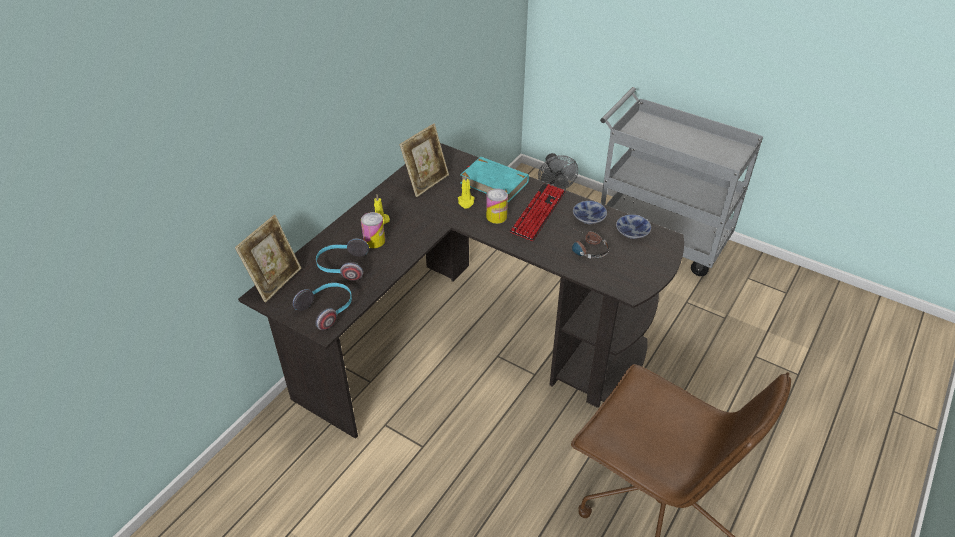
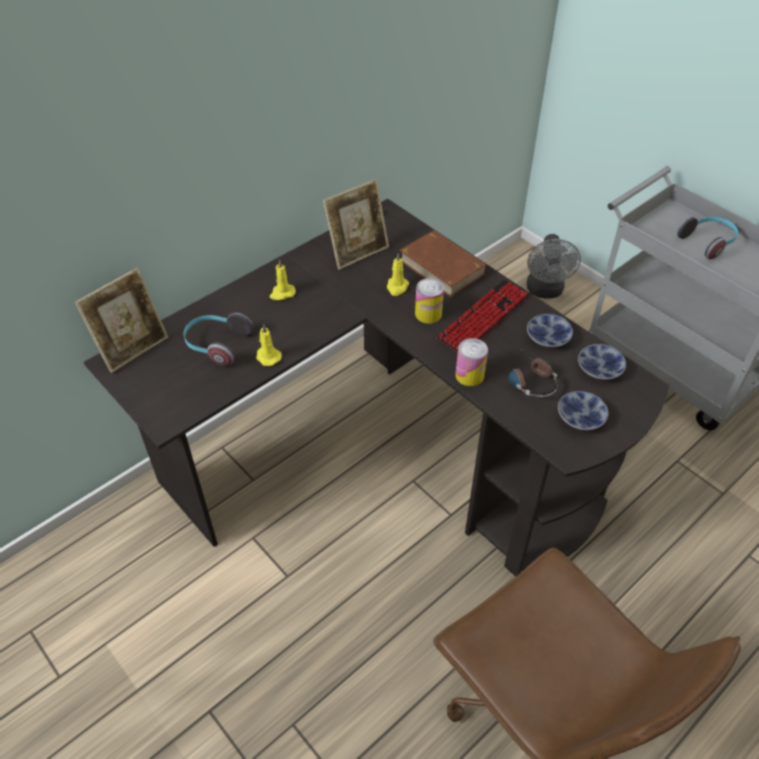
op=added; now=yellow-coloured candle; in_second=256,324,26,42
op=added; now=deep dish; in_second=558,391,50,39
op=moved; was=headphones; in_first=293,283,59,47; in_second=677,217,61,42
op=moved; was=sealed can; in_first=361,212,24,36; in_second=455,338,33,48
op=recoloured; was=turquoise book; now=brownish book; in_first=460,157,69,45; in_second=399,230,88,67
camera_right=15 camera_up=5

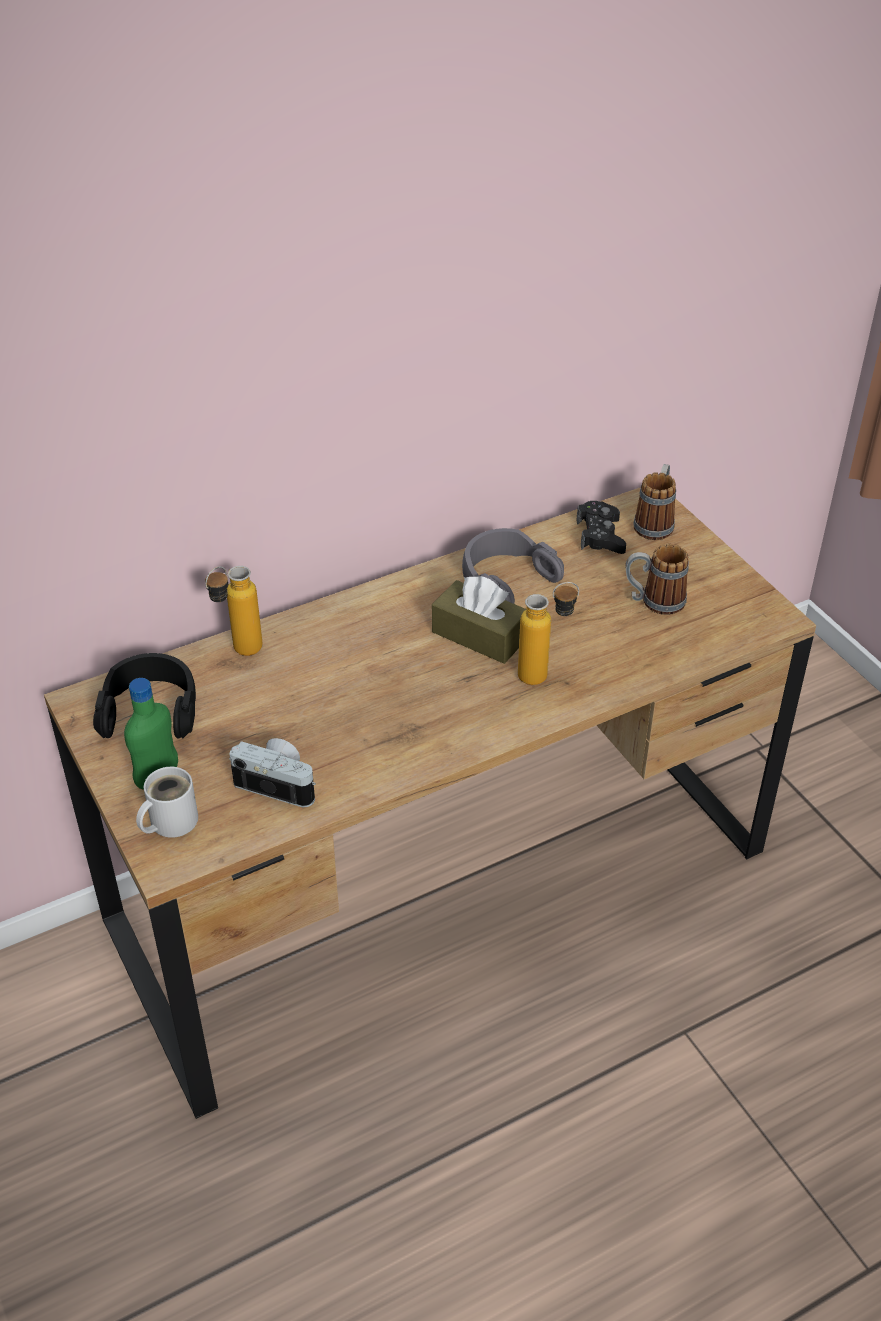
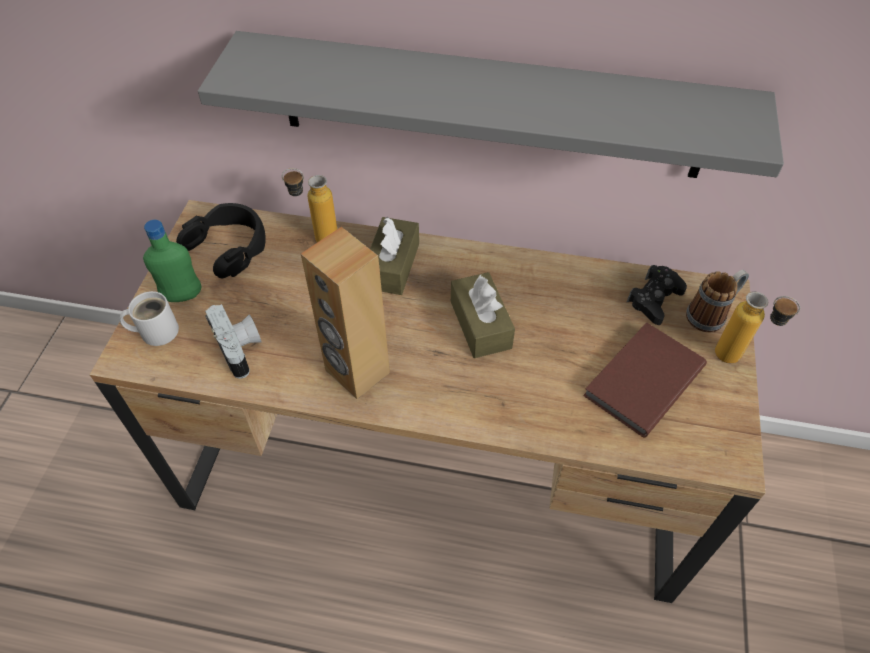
op=removed; was=greyish headphones; in_first=462,528,102,76
op=added; now=greyish shelf; in_second=198,31,586,147
op=added; now=brownish audio speaker; in_second=301,227,89,172
op=added; now=brownish tissue box; in_second=370,217,49,78
op=moved; was=bottle; in_first=518,582,61,103; in_second=715,292,85,71
op=replaced; was=coffee mug; now=brownish book; in_first=625,544,64,71; in_second=583,322,124,115
camera_right=40 camera_up=10

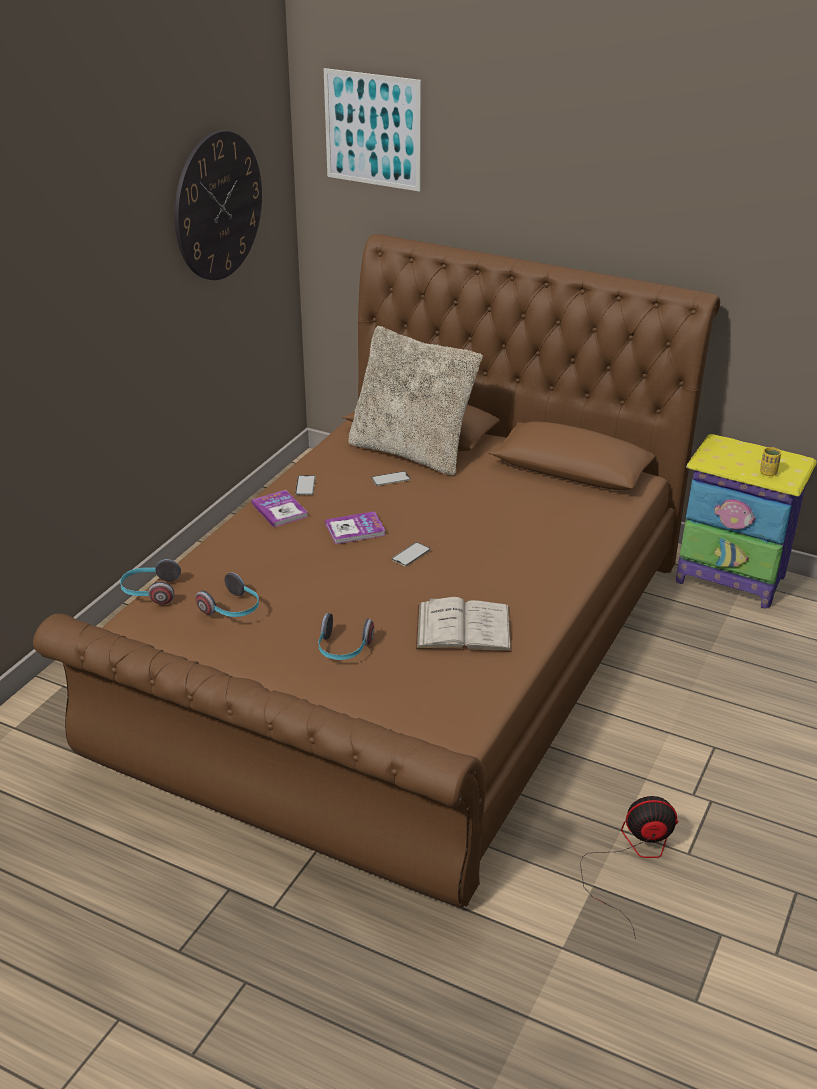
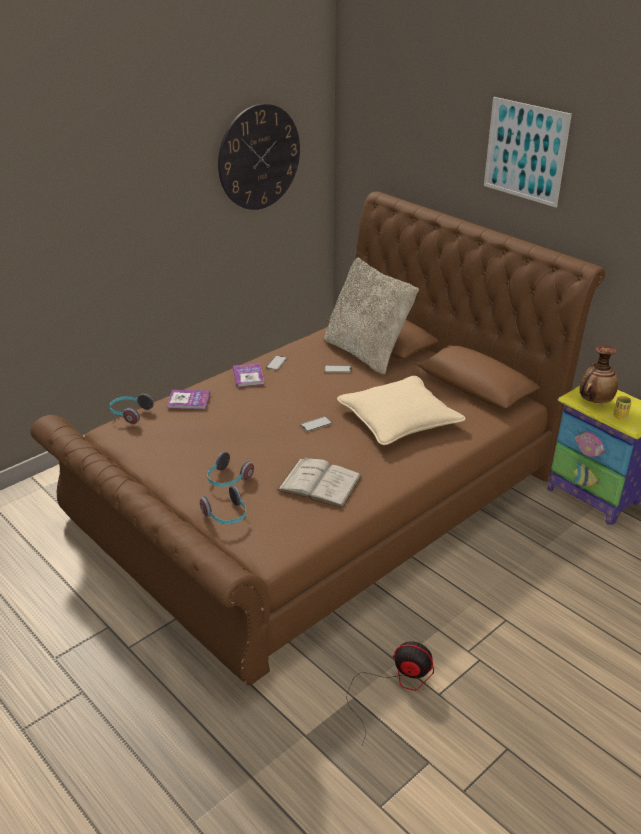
op=added; now=sand-coloured throw pillow; in_second=337,376,128,69
op=added; now=vase; in_second=579,345,39,58
op=moved; was=headphones; in_first=195,572,64,45; in_second=200,486,46,38
op=moved; was=wall picture; in_first=324,68,97,124; in_second=484,97,88,110
op=moved; was=book; in_first=325,511,61,33; in_second=167,390,43,19
camera_right=20 camera_up=0

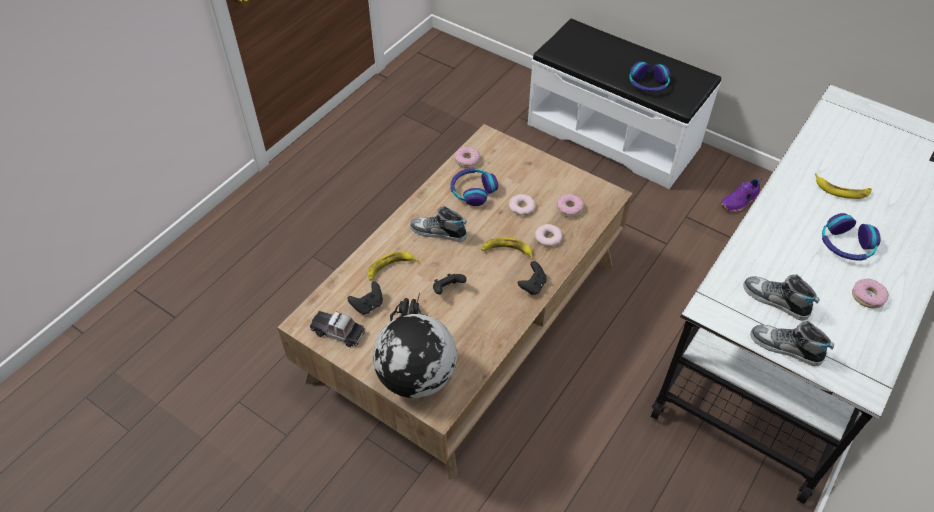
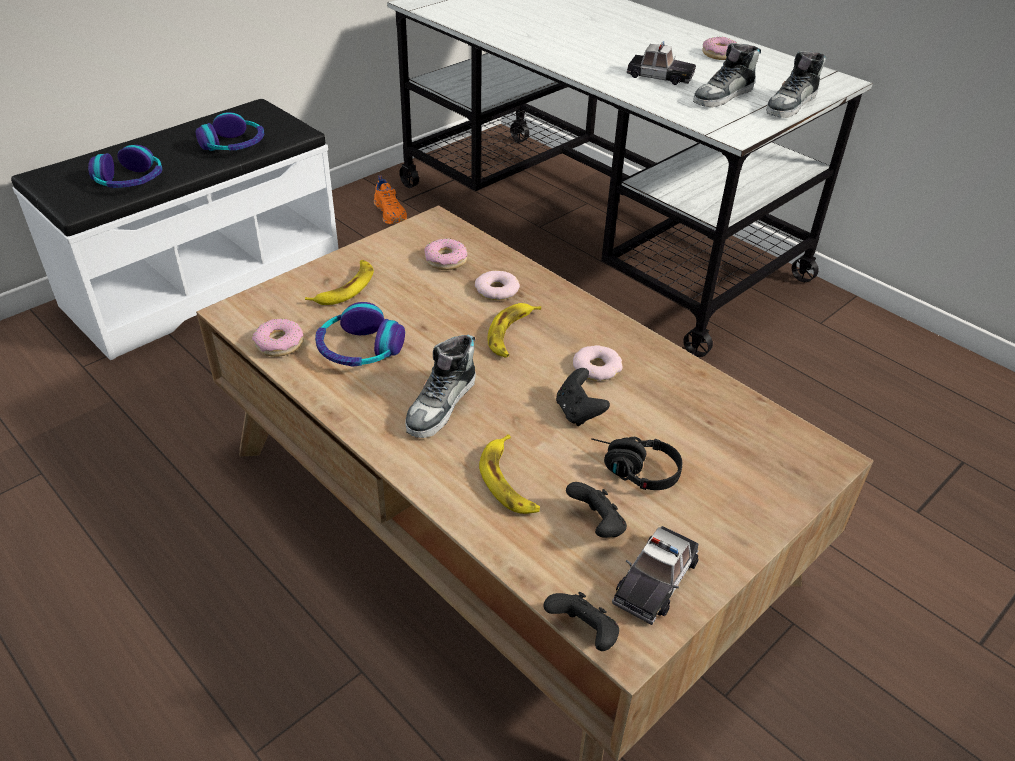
op=removed; was=world globe; in_first=373,314,84,84
op=added; now=model car; in_second=627,41,69,44
op=moved; was=donut; in_first=509,194,26,21; in_second=573,345,50,36
op=moved; was=blackish joypad; in_first=518,261,28,34; in_second=543,592,76,59
op=moved; was=banana; in_first=815,173,57,26; in_second=305,260,69,45
op=moved; was=headphones; in_first=822,213,59,48; in_second=88,145,75,43
op=recoloured; was=purplish shoe; now=orange shoe; in_first=720,177,42,35; in_second=374,175,34,49
camera_right=-80 camera_up=-10

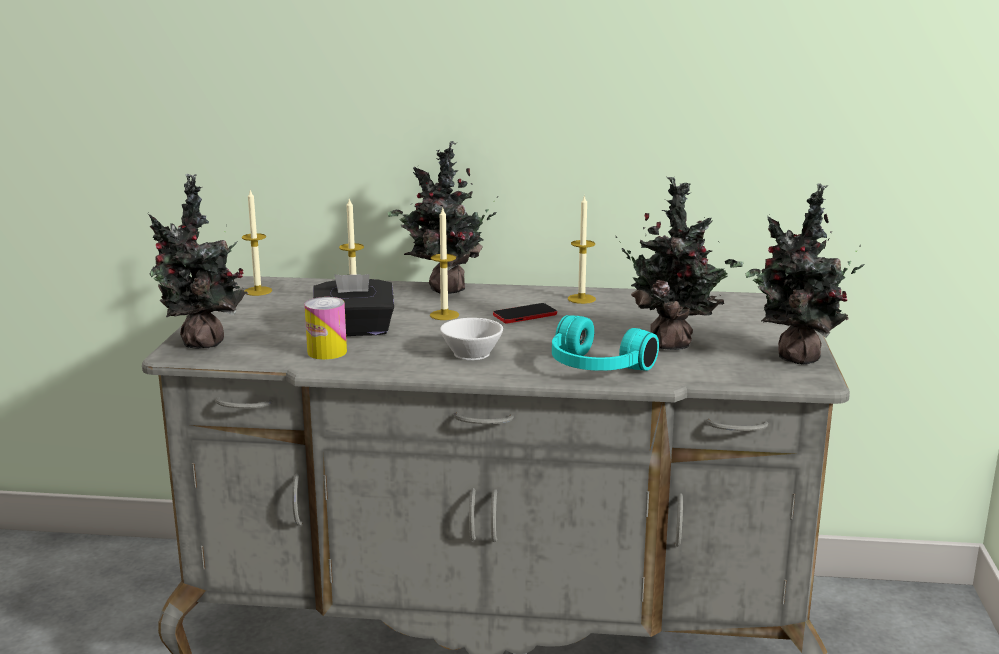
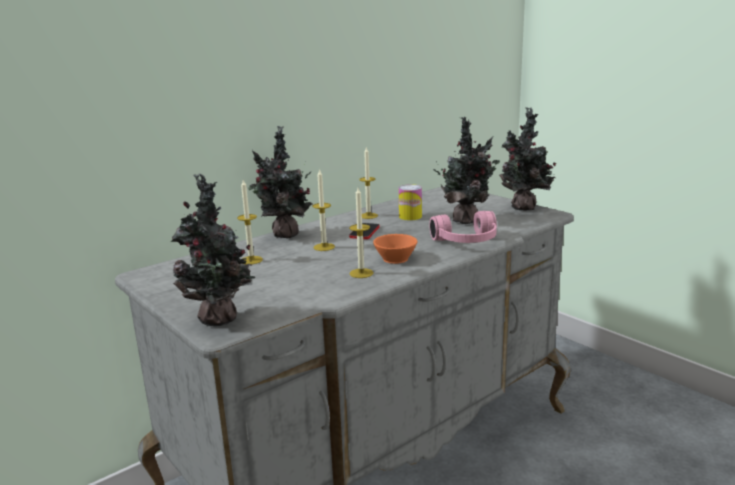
op=removed; was=blackish tissue box; in_first=313,274,81,62
op=moved; was=candle; in_first=242,190,30,106; in_second=349,188,24,90
op=moved; was=sealed can; in_first=304,297,43,63; in_second=399,184,23,36
op=recoloured; was=white-coloured drinking cup; now=orange drinking cup; in_first=440,318,63,42; in_second=373,234,44,30
op=recoloured; was=turquoise headphones; now=pink headphones; in_first=552,315,107,56; in_second=429,211,68,32
camera_right=-45 camera_up=0

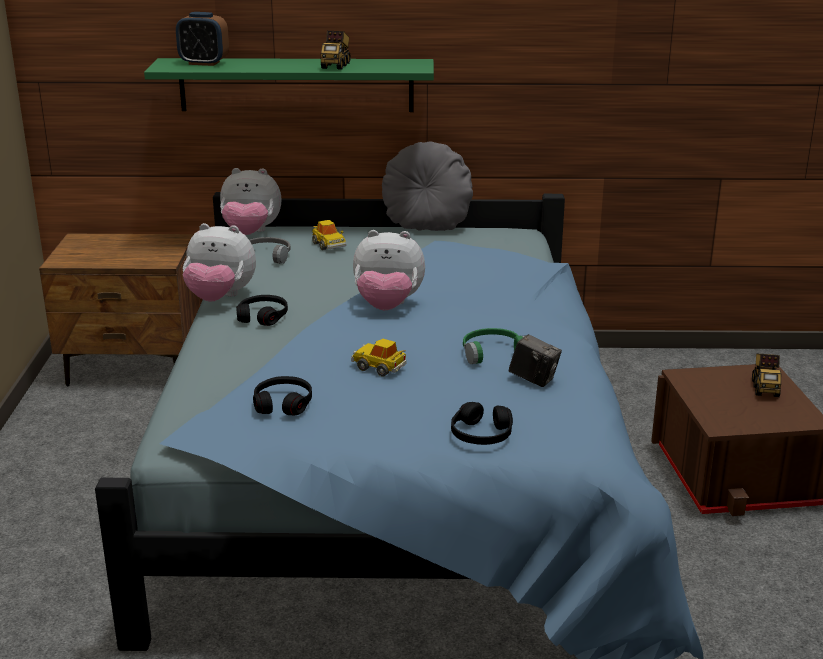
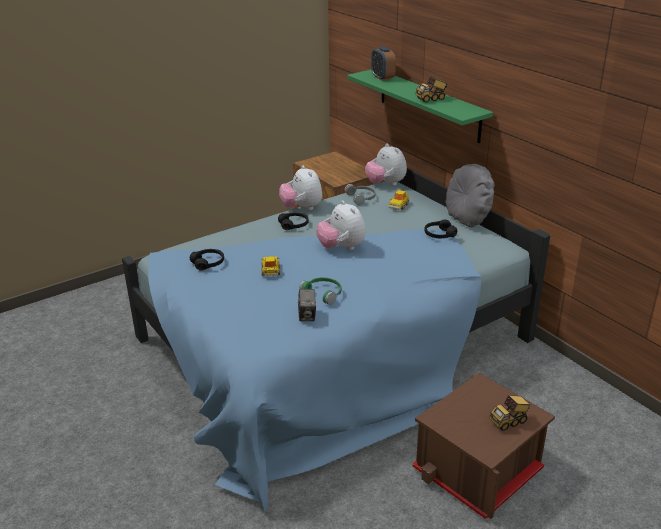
op=moved; was=blackish headphones; in_first=451,402,62,43; in_second=424,220,33,18
camera_right=55 camera_up=5

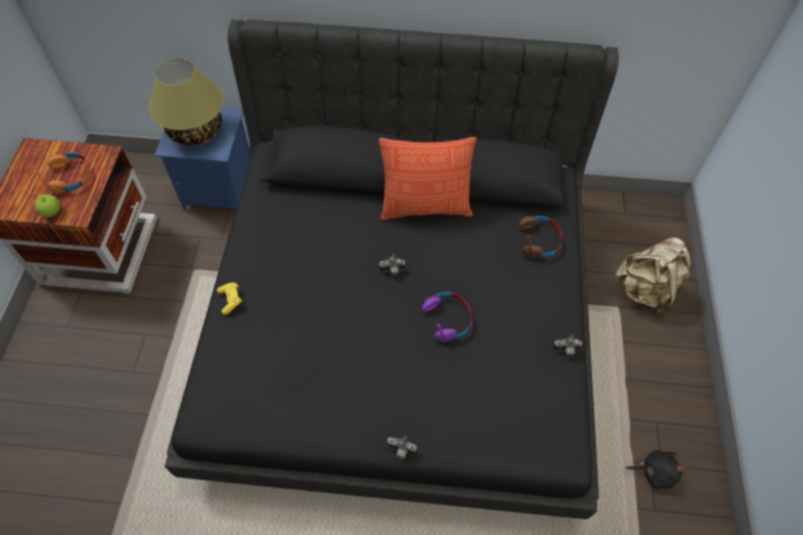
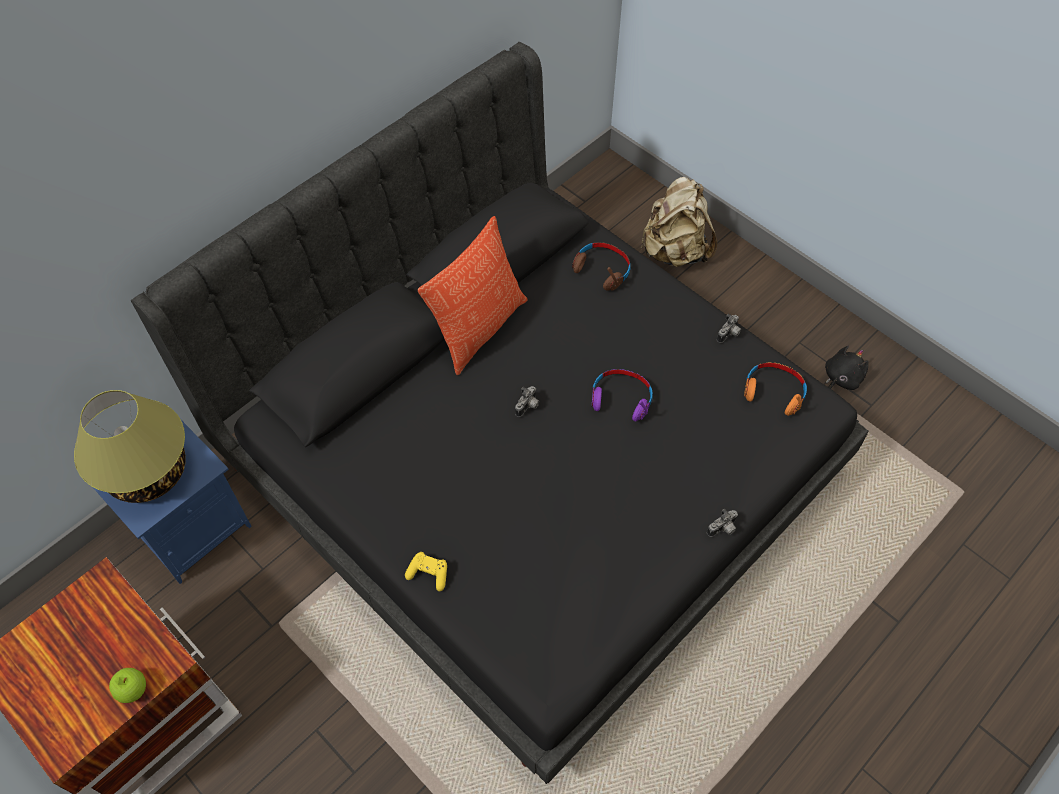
op=moved; was=orange headphones; in_first=35,153,55,41; in_second=744,362,63,54
camera_right=-50 camera_up=0

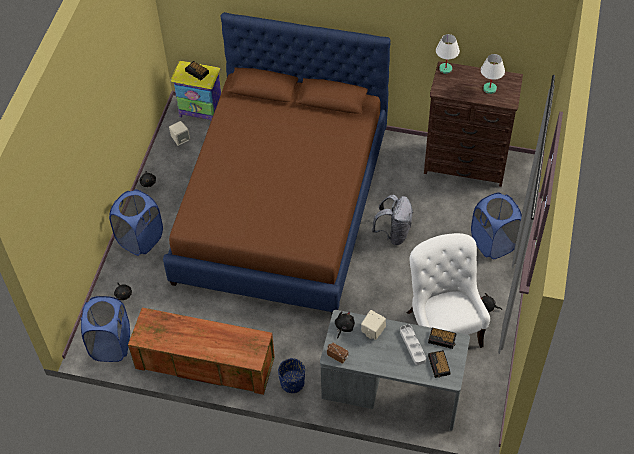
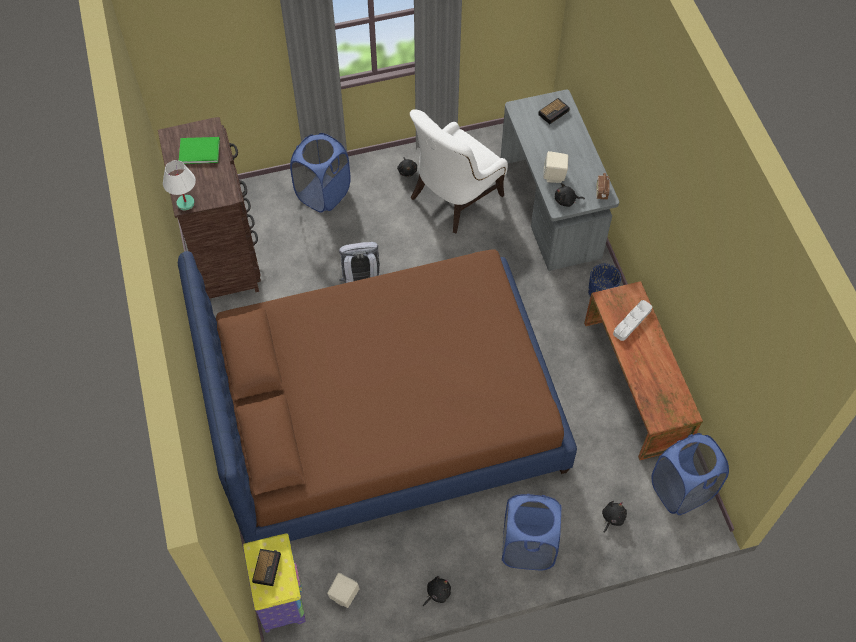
op=removed; was=bedside clock; in_first=428,328,28,21
op=moved; was=greyish carrying tray; in_first=400,324,26,41; in_second=613,300,39,41
op=replaced; was=white-coloured lamp for a table; now=greenish book; in_first=481,54,24,40; in_second=179,137,41,27
camera_right=-120 camera_up=5

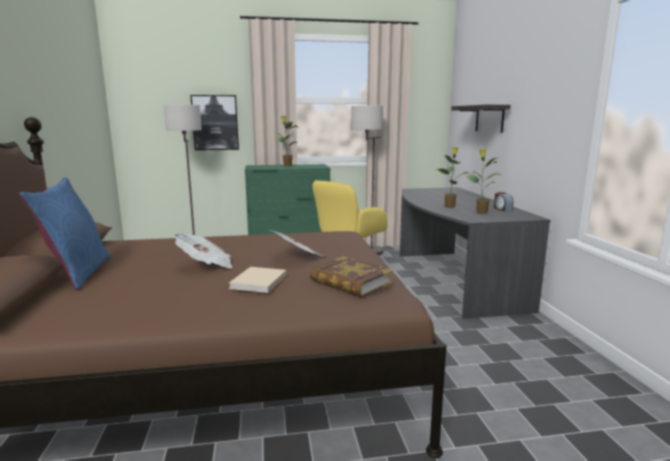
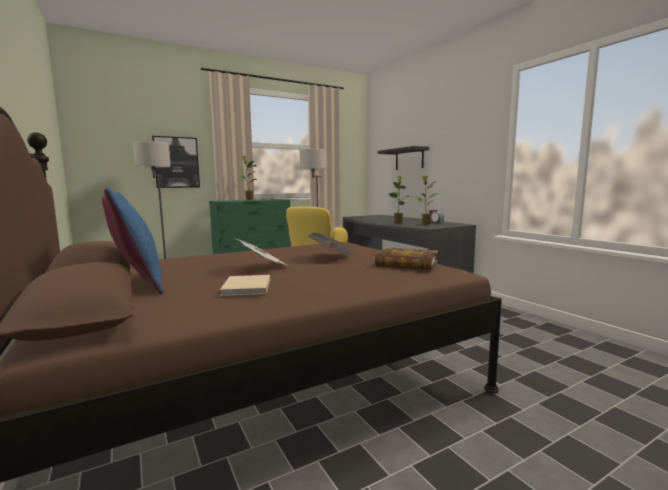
op=moved; was=sand-coloured book; in_first=228,267,59,26; in_second=220,275,50,21
camera_right=-20 camera_up=-5

